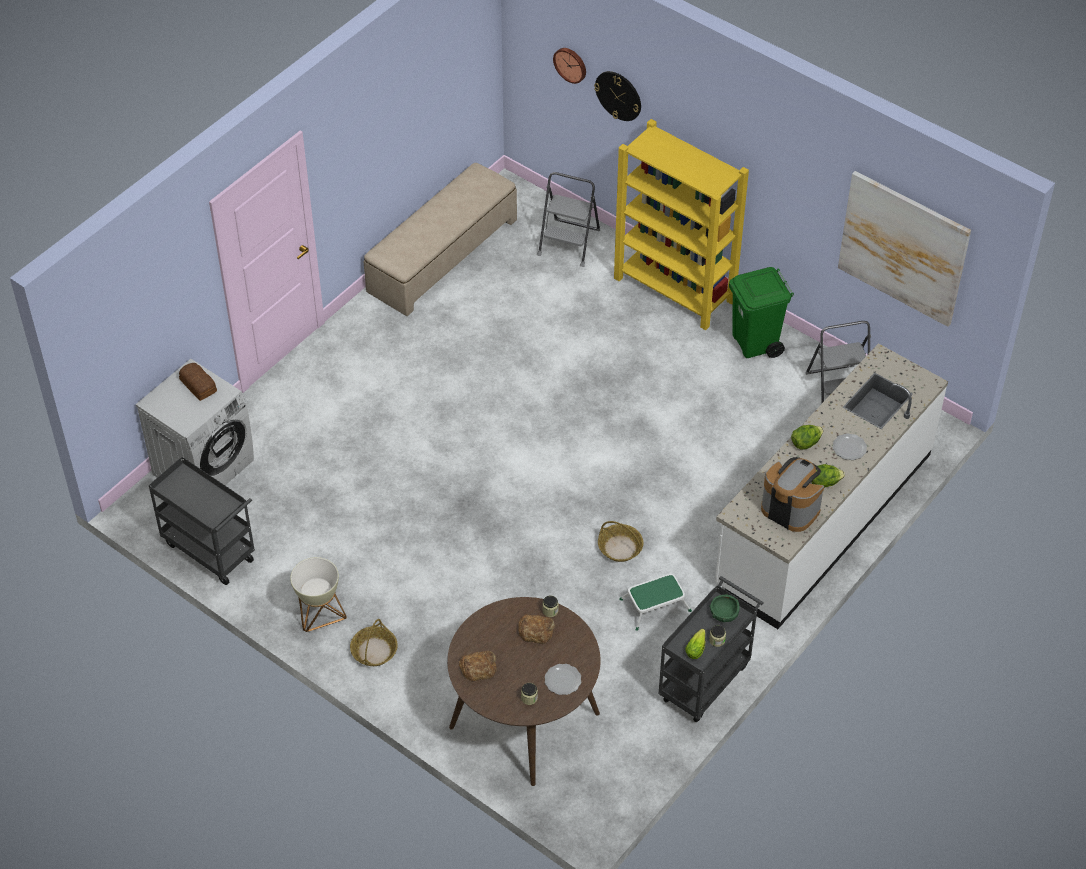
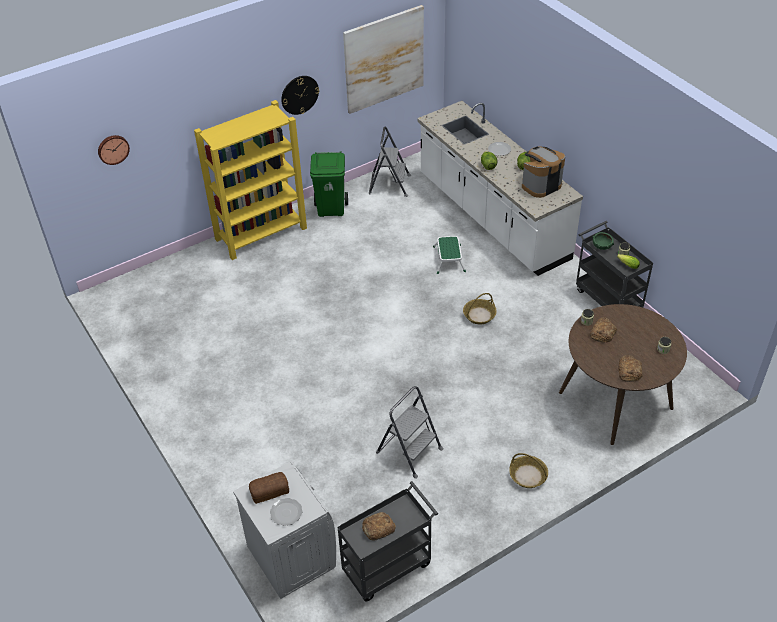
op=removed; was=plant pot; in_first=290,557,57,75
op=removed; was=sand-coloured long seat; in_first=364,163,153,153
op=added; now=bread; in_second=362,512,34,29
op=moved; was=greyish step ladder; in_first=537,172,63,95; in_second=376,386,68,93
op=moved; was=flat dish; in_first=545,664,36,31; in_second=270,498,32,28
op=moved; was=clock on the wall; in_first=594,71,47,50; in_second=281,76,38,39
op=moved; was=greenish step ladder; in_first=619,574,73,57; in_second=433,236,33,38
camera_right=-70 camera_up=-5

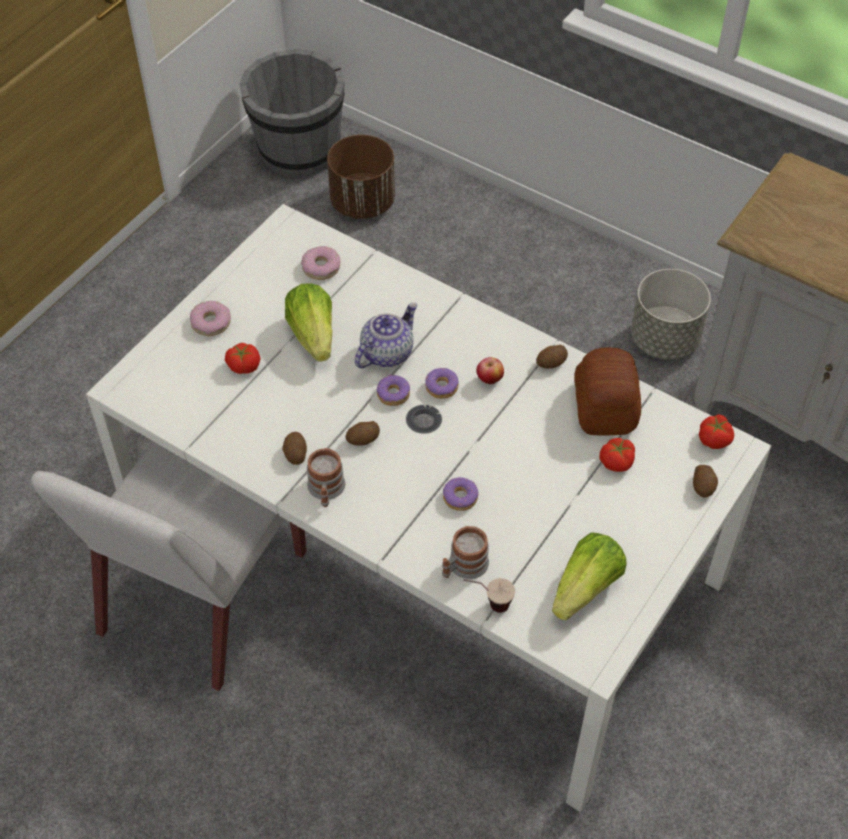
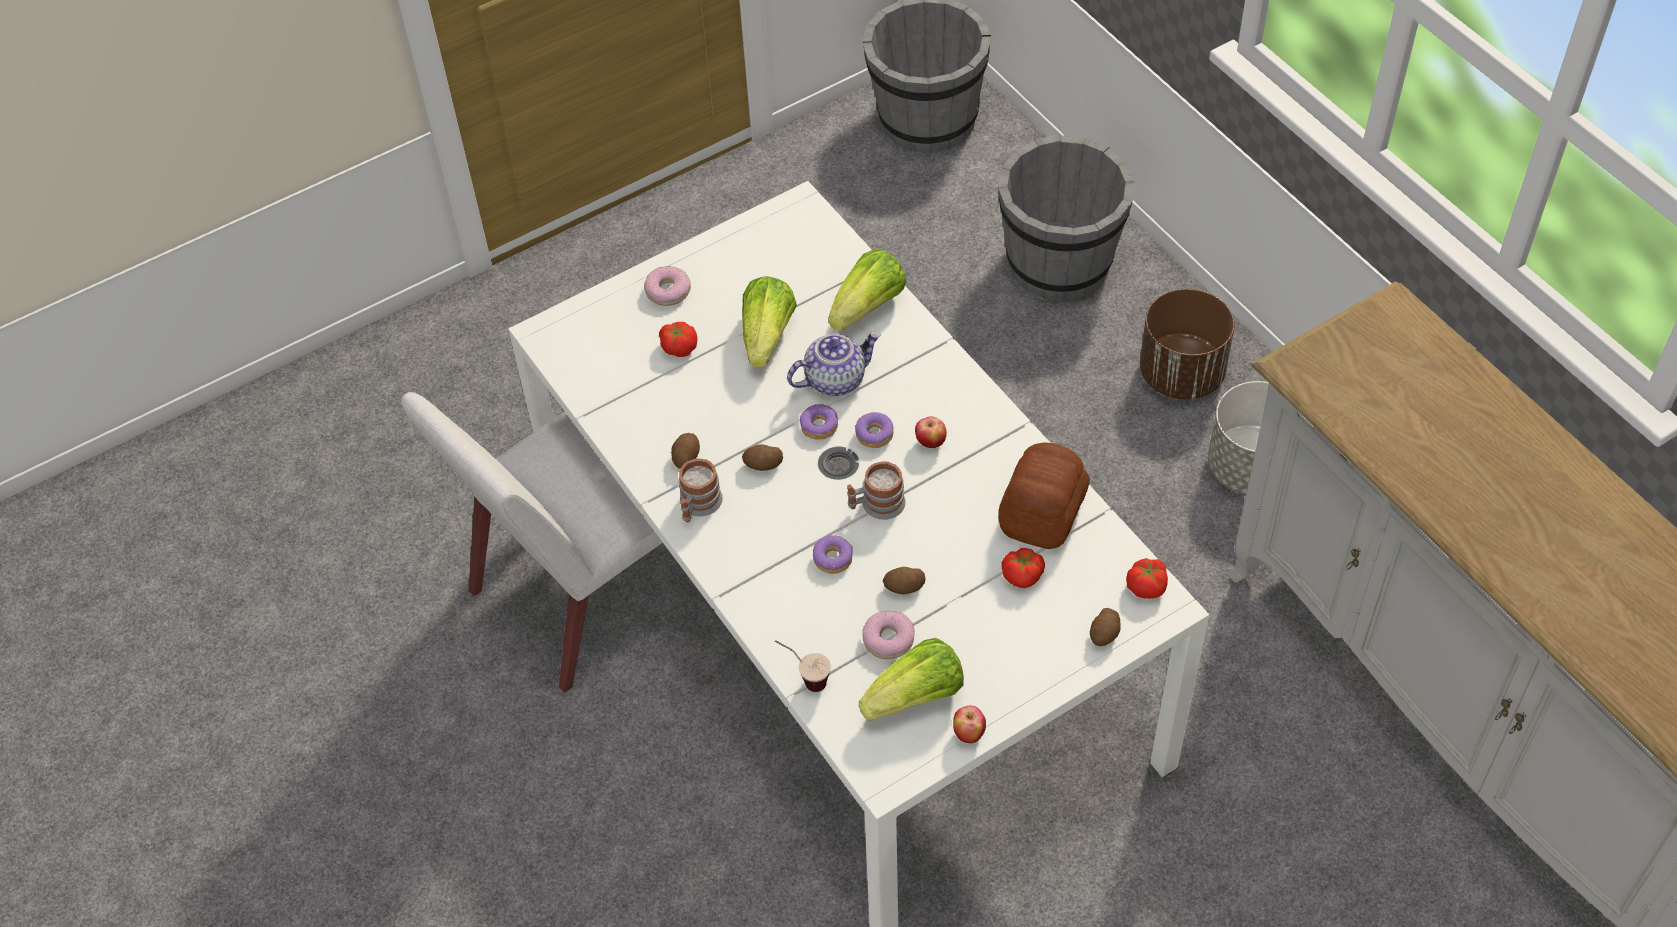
op=added; now=head of lettuce; in_second=828,250,79,81
op=added; now=apple fruit; in_second=953,706,33,37
op=added; now=greyish bucket; in_second=998,134,137,167
op=moved; was=donut; in_first=301,246,39,34; in_second=862,611,53,48
op=moved; was=brownish plant pot; in_first=327,135,68,84; in_second=1140,289,95,111
op=moved; was=coffee mug; in_first=442,526,47,53; in_second=847,461,59,59
op=moved; was=spud; in_first=536,344,32,24; in_second=883,567,43,27
camera_right=25 camera_up=0

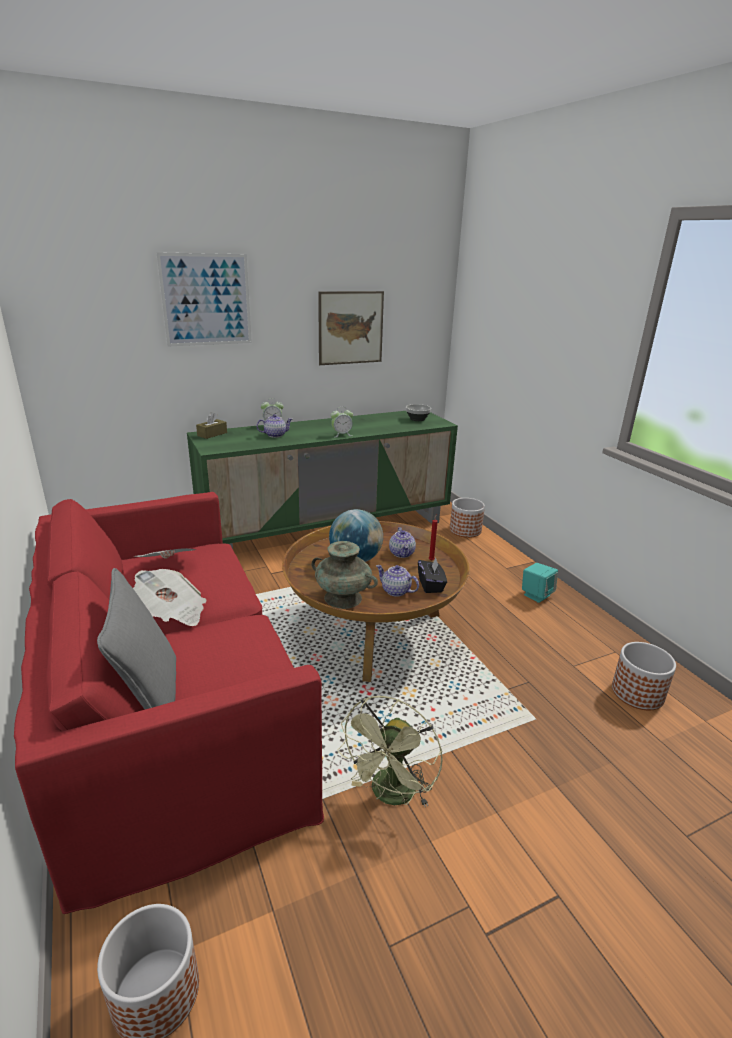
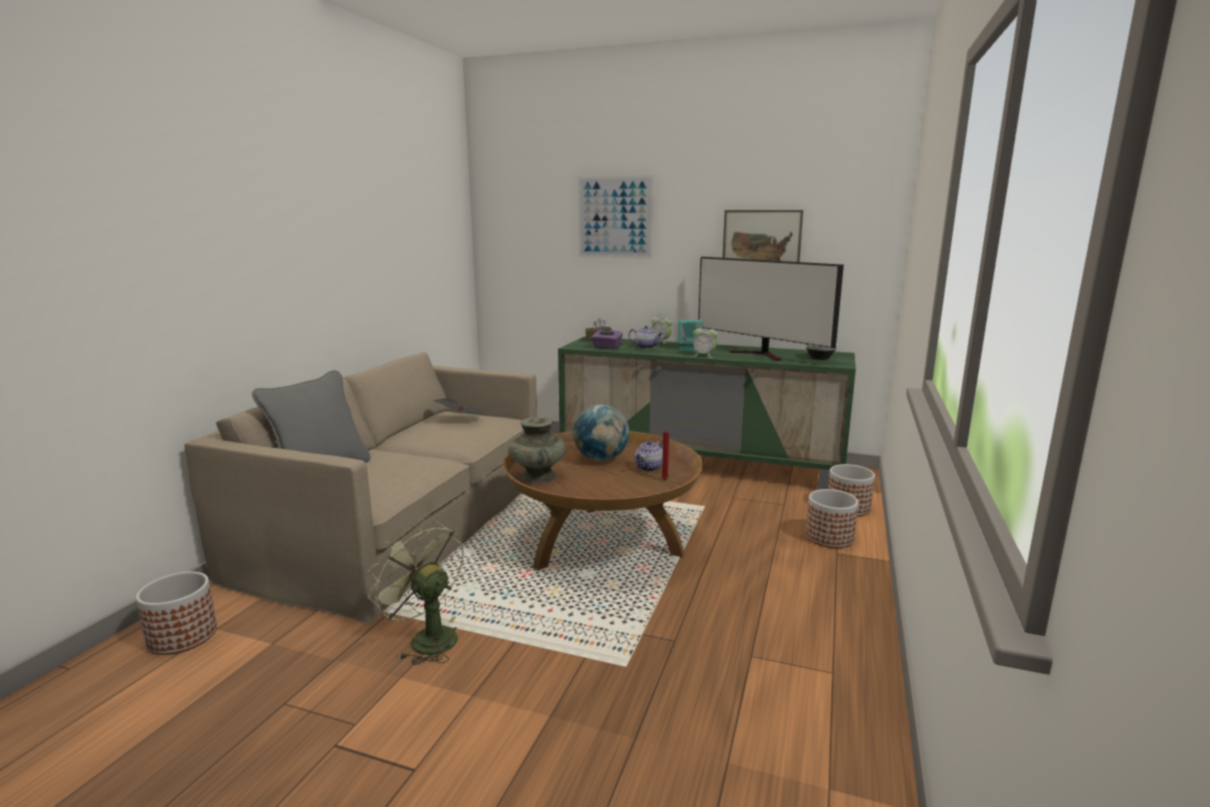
op=removed; was=daily paper; in_first=133,569,73,57
op=removed; was=tea pot; in_first=376,565,43,32
op=removed; was=blackish tissue box; in_first=418,558,29,35
op=added; now=purplish tissue box; in_second=591,326,32,23
op=added; now=television; in_second=698,257,146,104
op=moved; was=turquoise audio speaker; in_first=522,563,36,40; in_second=678,320,25,30
op=moved; was=plant pot; in_first=612,642,64,68; in_second=806,489,52,59
op=recoloured; was=red-coloured sofa; now=sand-coloured sofa; in_first=14,492,310,422; in_second=185,352,352,272
op=turned; was=greenish electric fan; in_first=338,696,105,112; in_second=368,521,96,144; clockwise=60
camera_right=45 camera_up=-10

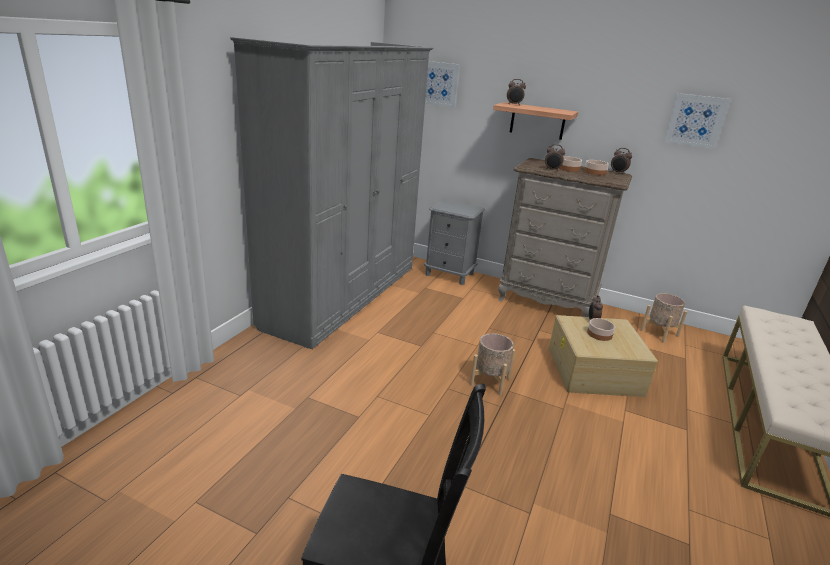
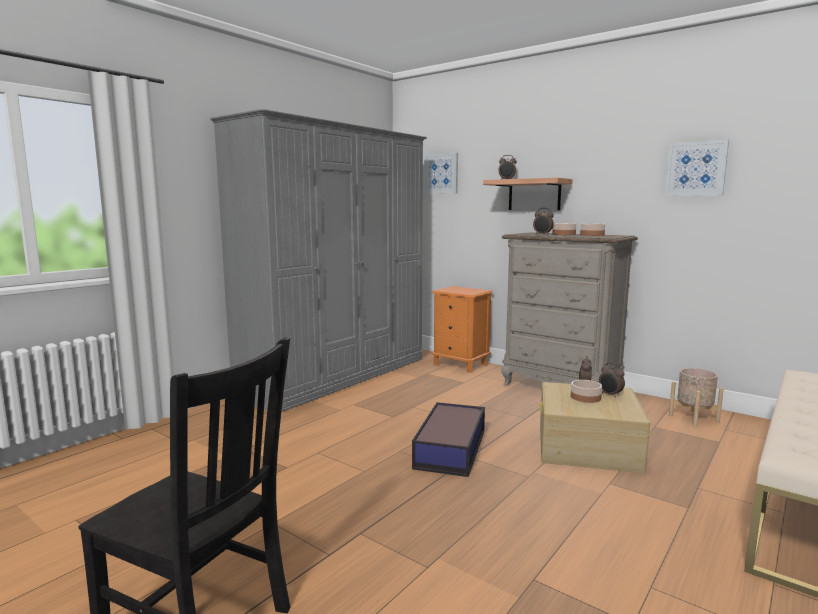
op=moved; was=bedside clock; in_first=611,148,21,26; in_second=599,362,26,36
op=replaced; was=sand-coloured plant pot; now=storage bin; in_first=470,333,45,63; in_second=412,402,73,75
op=recoloured; was=greyish nightstand; now=orange nightstand; in_first=424,199,61,86; in_second=432,286,61,87
camera_right=15 camera_up=-15

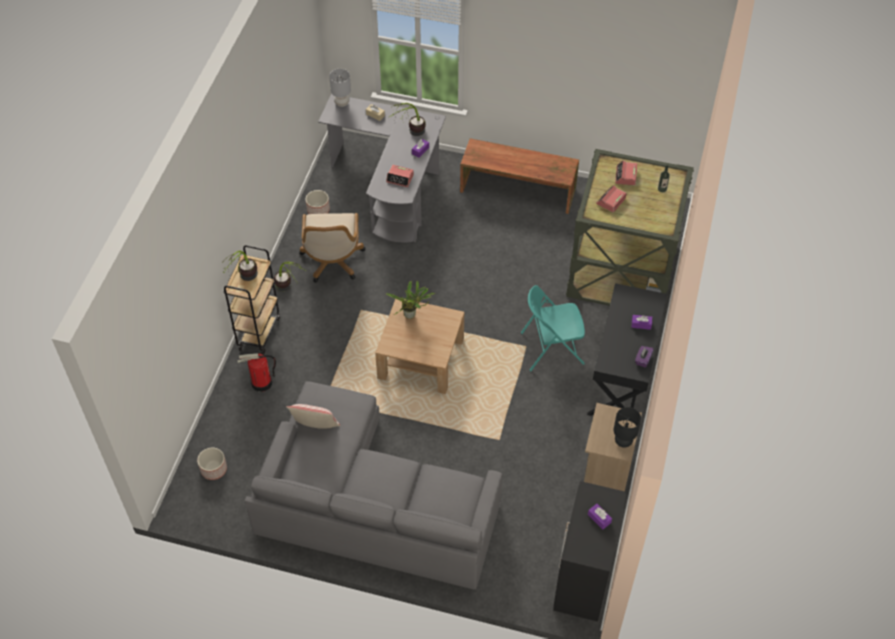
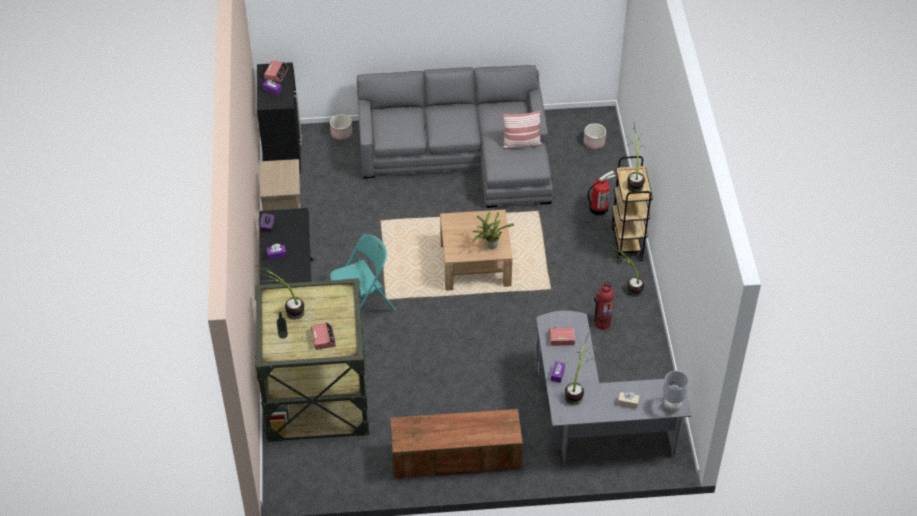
op=removed; was=blackish lamp for a table; in_first=614,407,27,41
op=added; now=potted plant; in_second=255,265,50,54
op=moved; was=plant pot; in_first=305,190,25,24; in_second=330,114,22,26
op=moved; was=bedside clock; in_first=596,185,31,27; in_second=264,61,25,21
op=replaced; was=office chair; now=fire extinguisher; in_first=299,213,67,70; in_second=594,282,20,48
camera_right=160 camera_up=-5

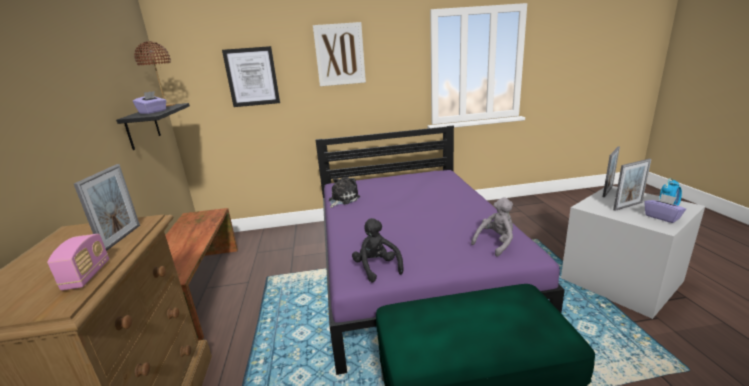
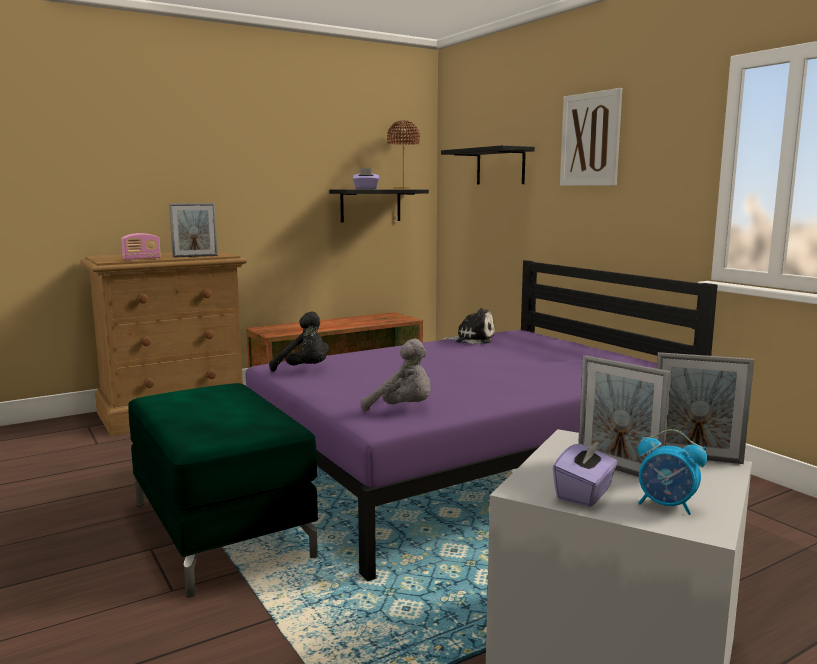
op=replaced; was=wall picture; now=blackish shelf; in_first=222,46,58,61; in_second=441,145,94,40
op=turned; was=blackish soft toy; in_first=352,218,52,64; in_second=269,312,60,60; clockwise=75
camera_right=65 camera_up=-10

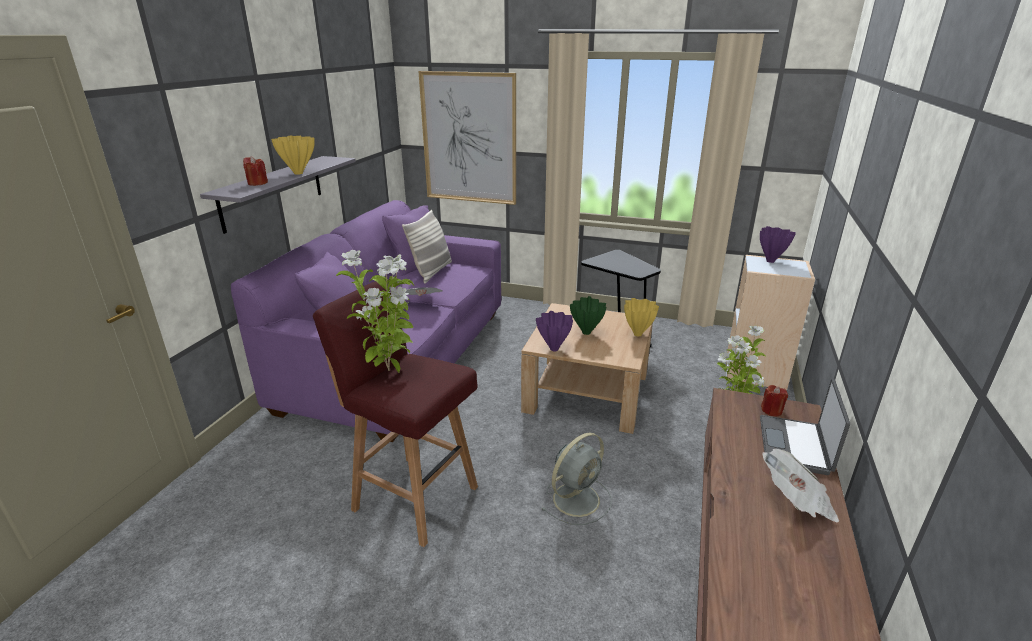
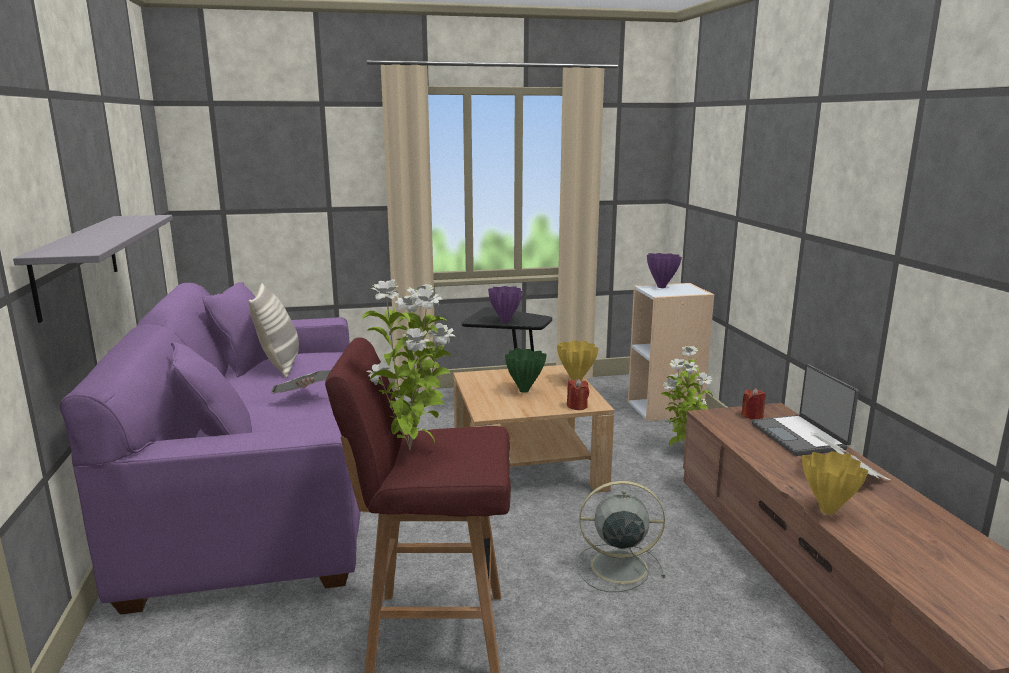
op=removed; was=wall picture; in_first=419,71,97,134
op=moved; was=red-coloured candle; in_first=243,156,25,30; in_second=567,379,22,31
op=moved; was=yellow-coloured vase; in_first=271,136,44,39; in_second=802,451,66,64
op=moved; was=purplish vase; in_first=536,311,37,40; in_second=488,286,34,37
op=turned; was=greyish electric fan; in_first=541,433,71,92; in_second=577,481,88,111; clockwise=-105
camera_right=-30 camera_up=-10

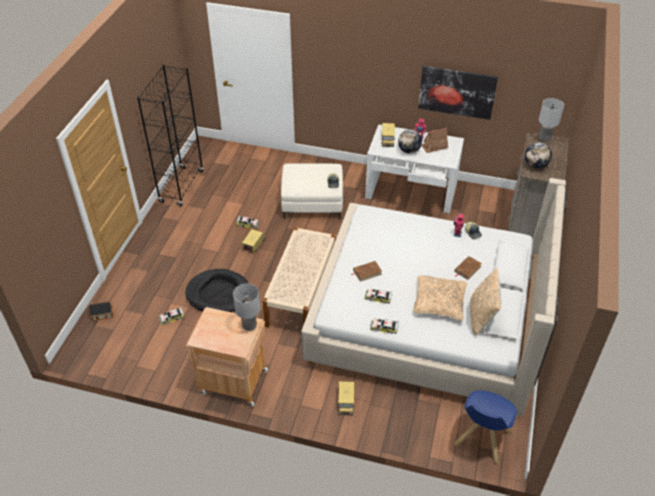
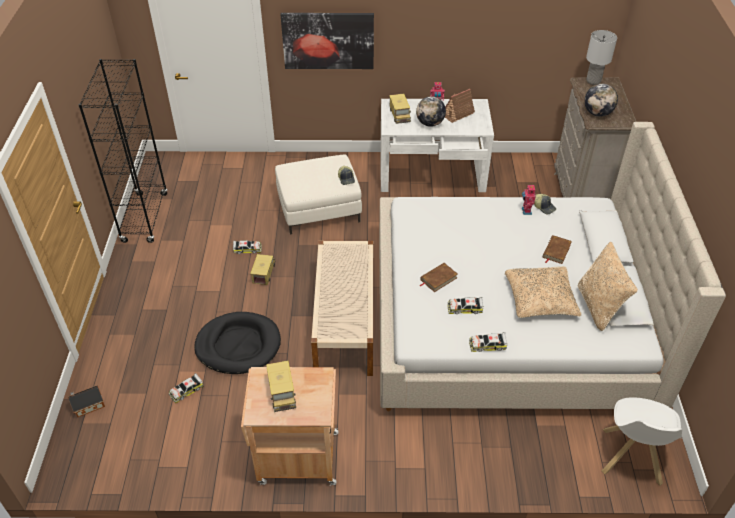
op=removed; was=greyish lamp for a table; in_first=233,283,27,48
op=moved; was=toy truck; in_first=338,381,16,34; in_second=266,361,30,51
op=moved; was=wall picture; in_first=418,66,80,54; in_second=281,13,93,56
op=recoloured; was=bluish chair; now=white-coloured chair; in_first=454,390,63,74; in_second=602,398,80,88
camera_right=-15 camera_up=0

